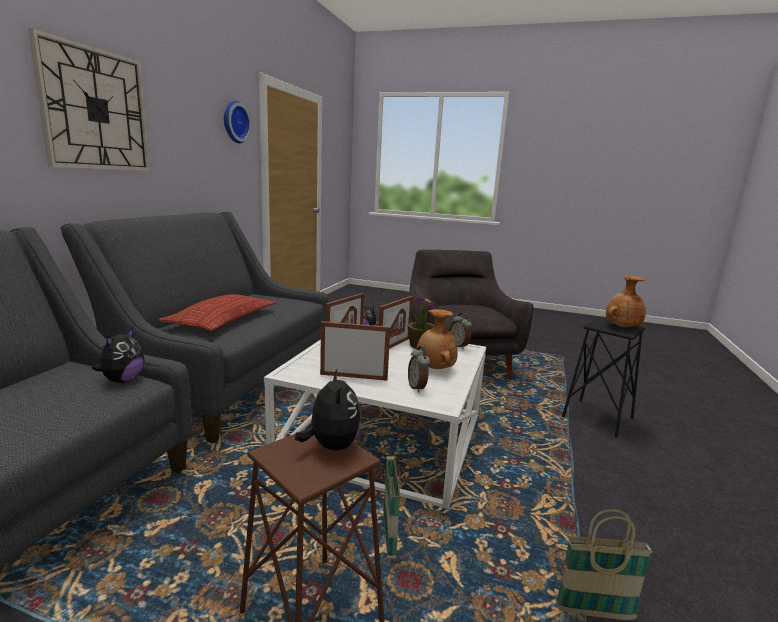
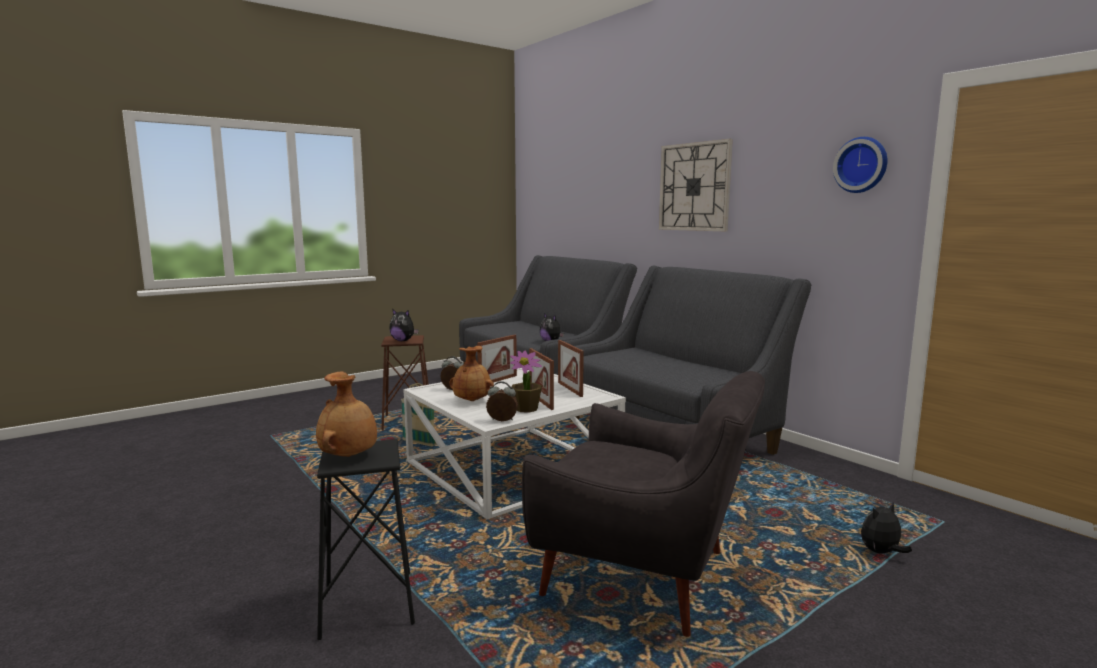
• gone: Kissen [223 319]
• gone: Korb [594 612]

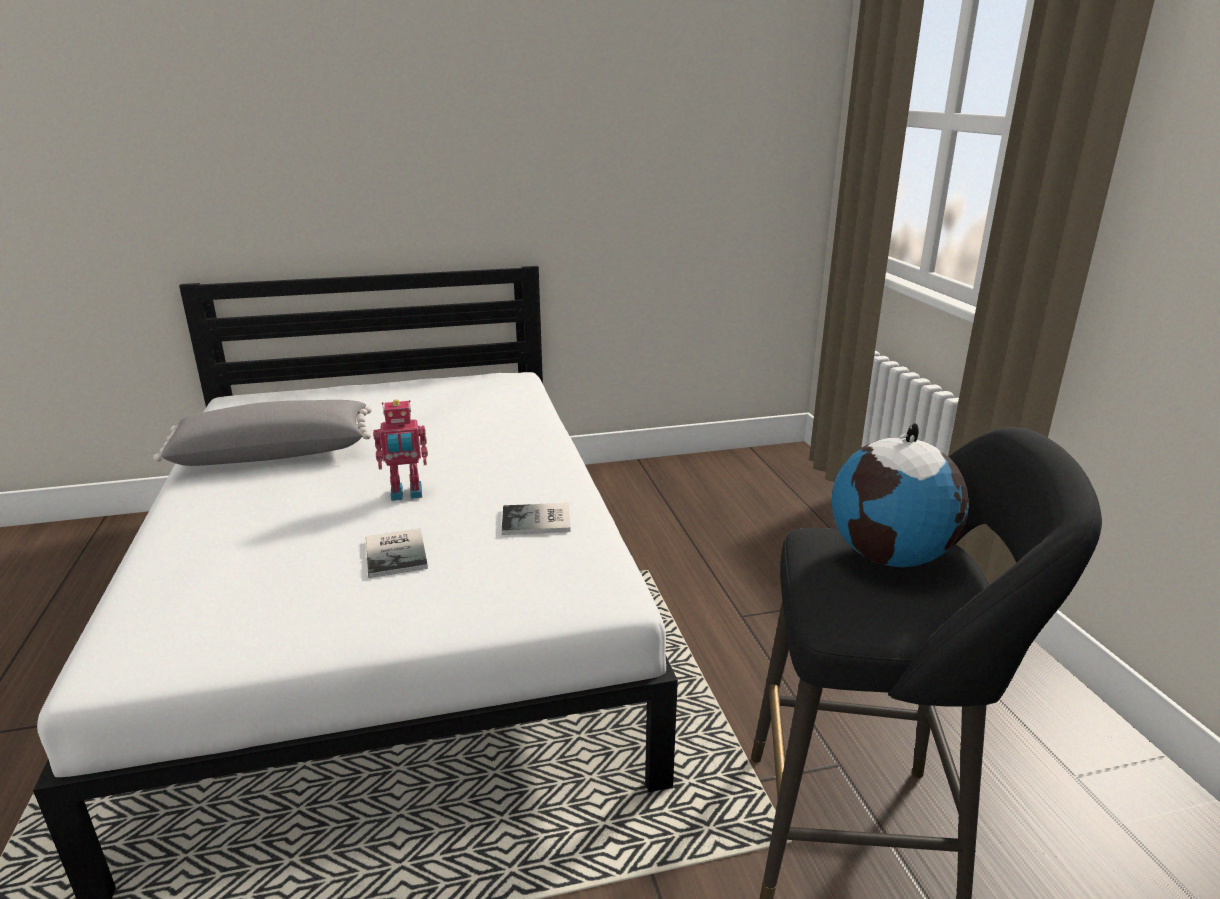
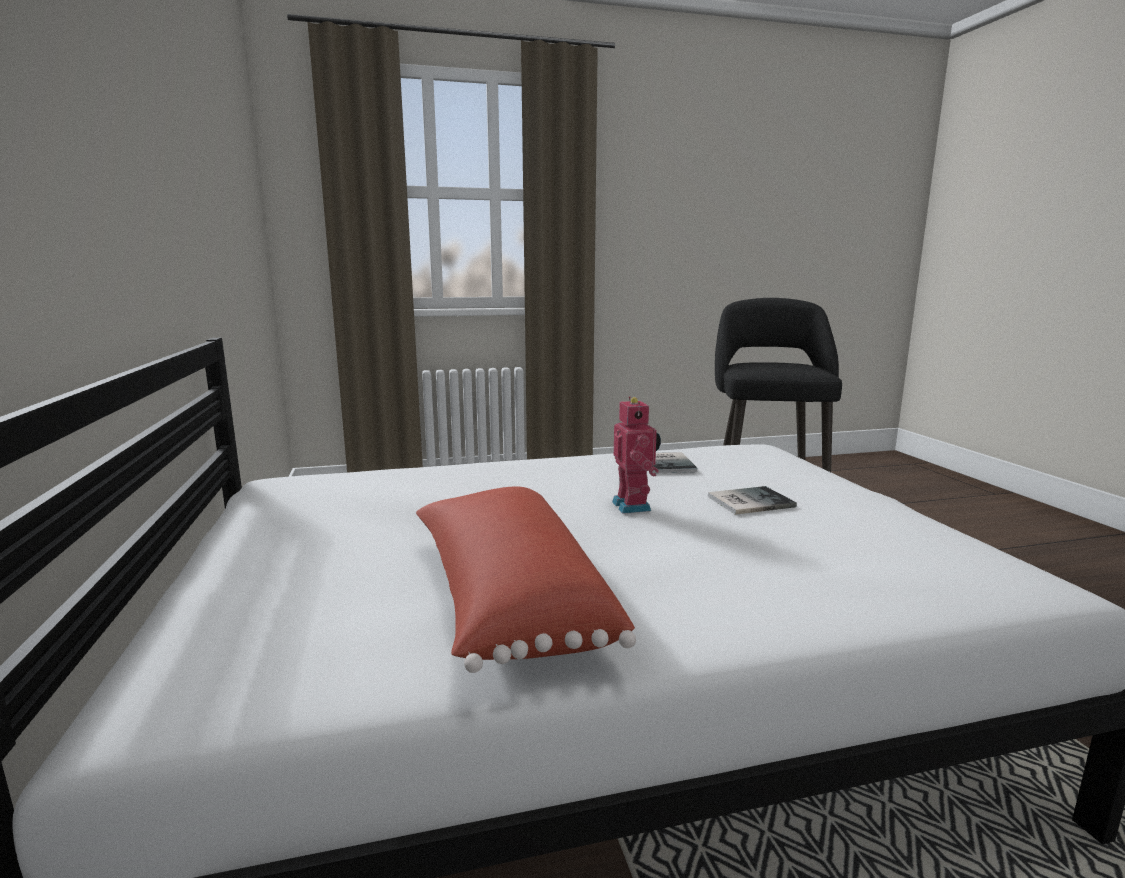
• repainted: Kissen/grau [274 453] to Kissen/rot [506 601]
• gone: Globus [890 557]

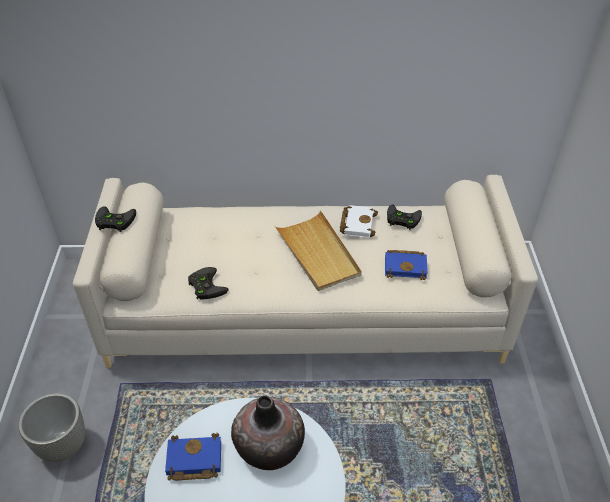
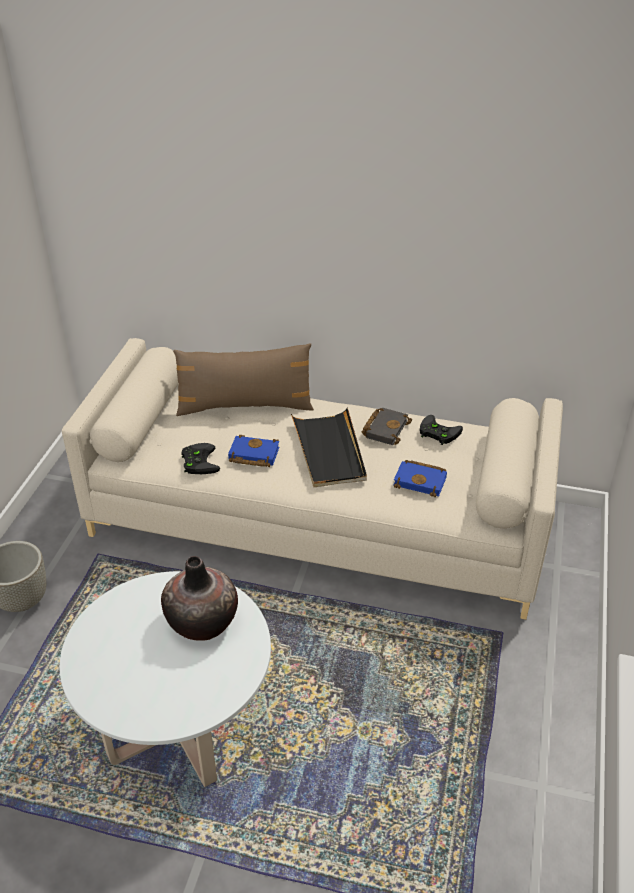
• gone: Gamepad/schwarz [113 221]
• shifted: Buch/blau [192 461] to [252 455]
• repainted: Tablett/beige [318 253] to Tablett/schwarz [329 451]
• repainted: Buch/weiß [357 223] to Buch/schwarz [385 428]
• new: Kissen/braun [245 406]

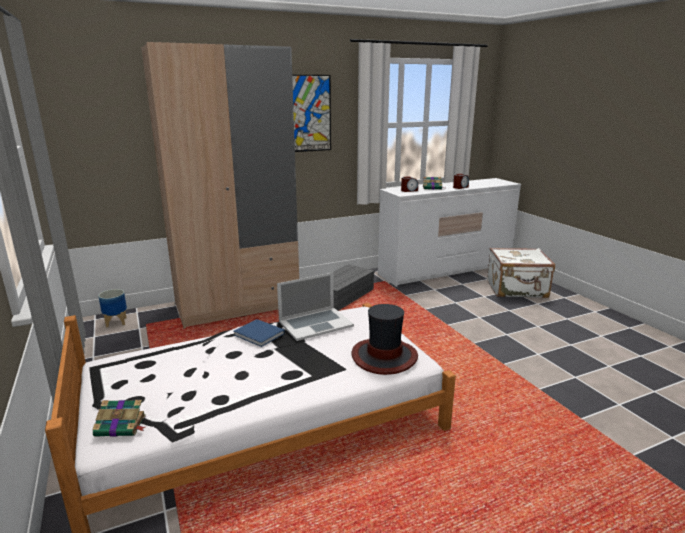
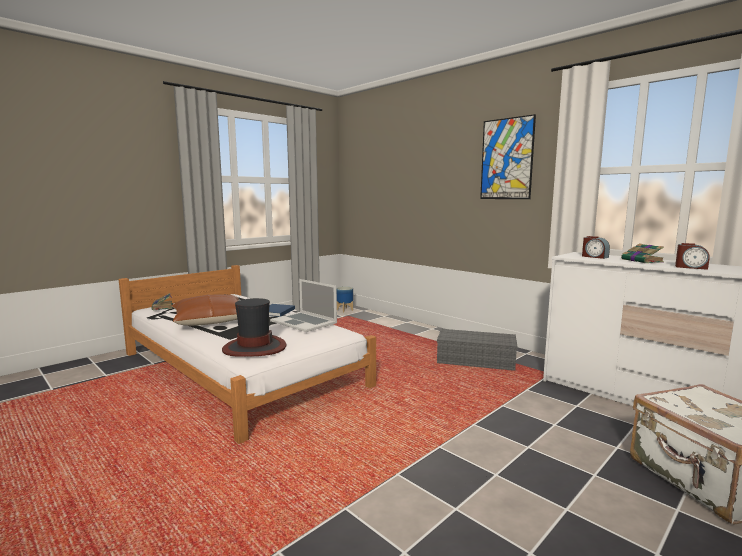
• gone: Kleiderschrank/beige [237 305]
• new: Kissen/braun [209 320]

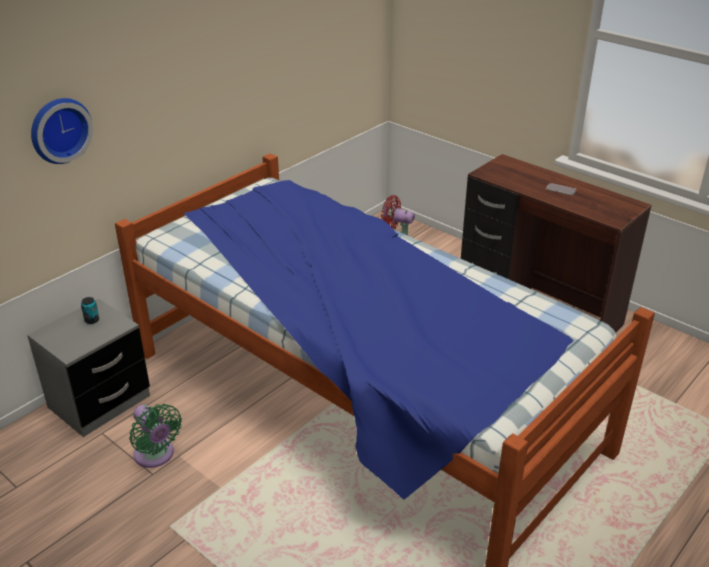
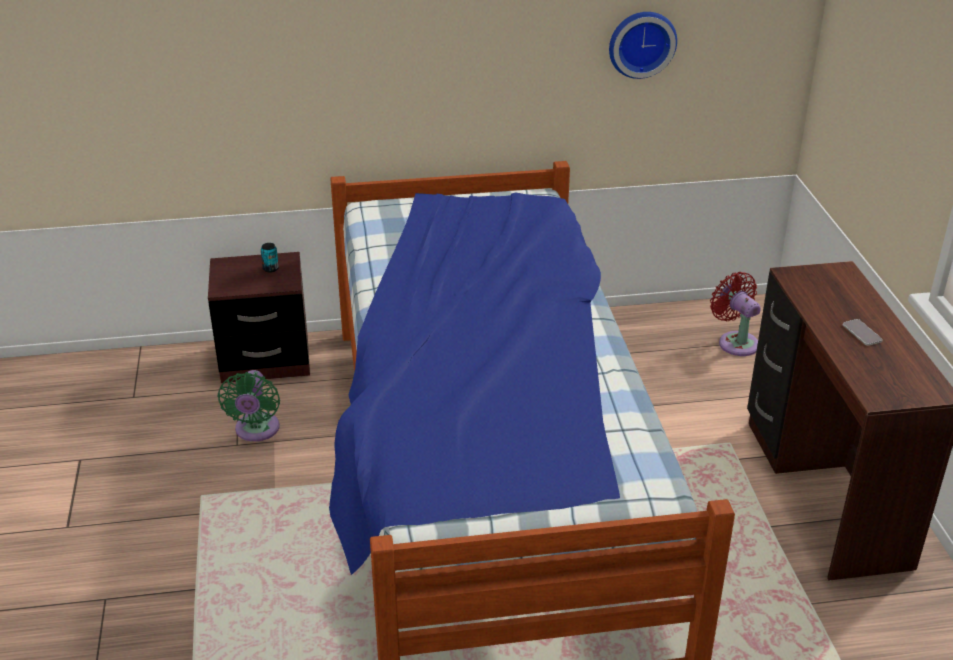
• repainted: Nachttisch/grau [99 402] to Nachttisch/braun [265 360]
• shifted: Wanduhr [59 129] to [641 43]

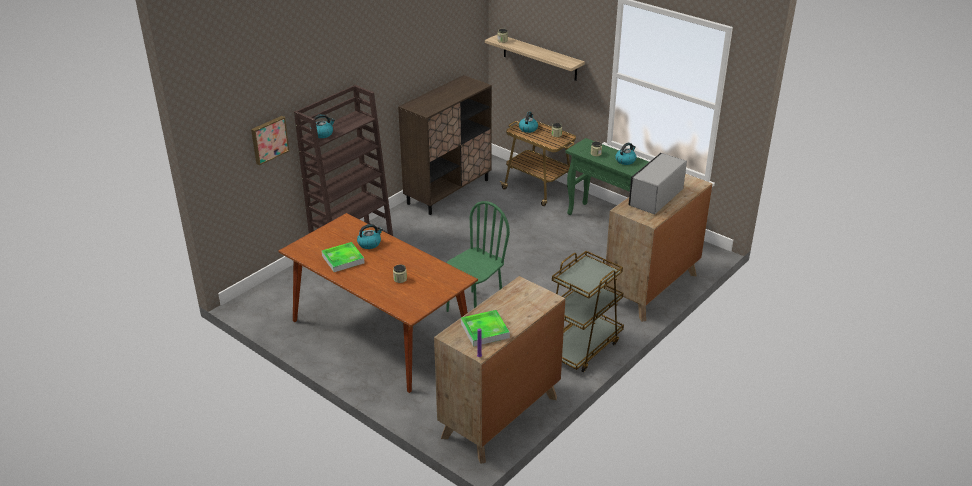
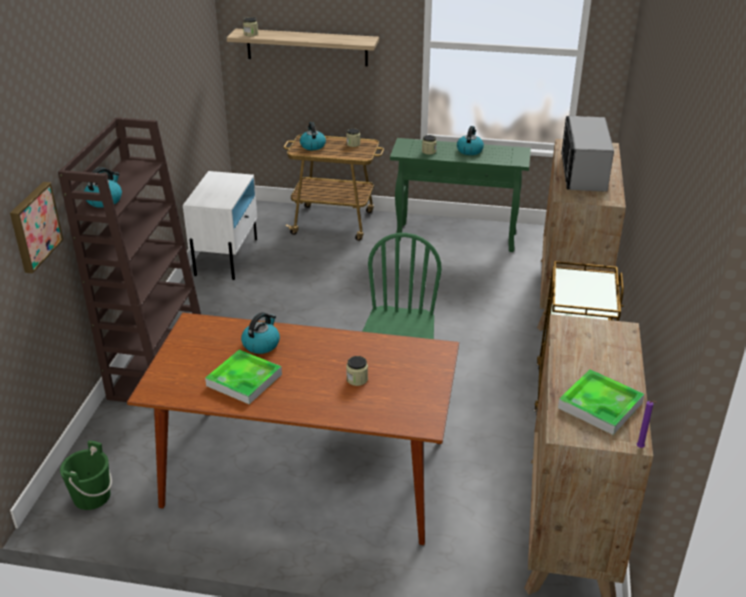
• swapped: Schrank/braun [448 191] to Nachttisch/weiß [227 256]
• new: Eimer/grün [91 496]

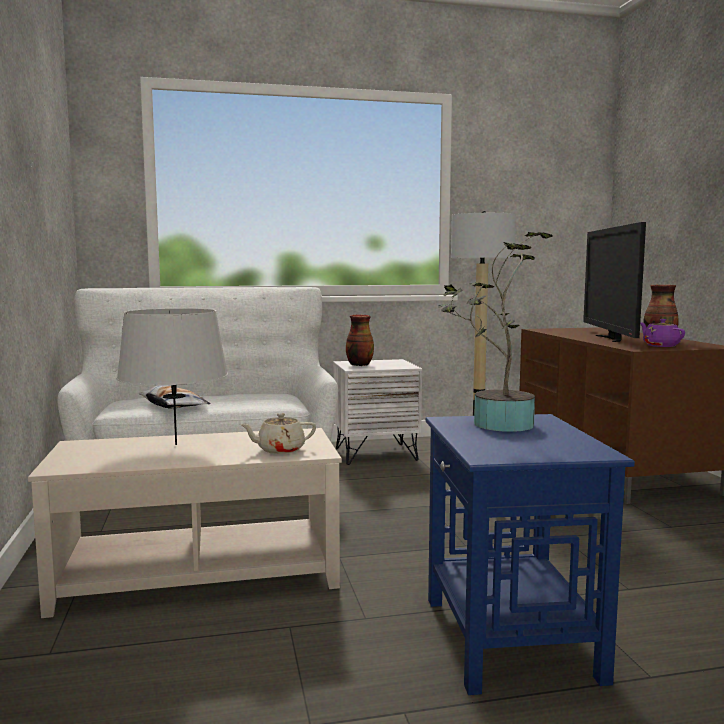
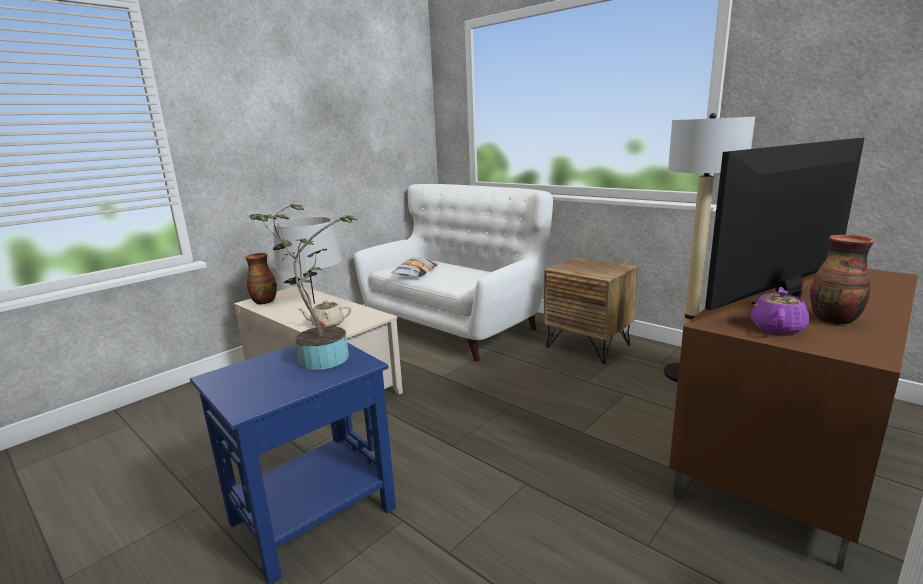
• rotated: Teekanne/beige [280 450] = [327 325] 45 degrees counterclockwise
• repainted: Nachttisch/weiß [375 454] to Nachttisch/braun [588 346]
• shifted: Vase [359 365] to [264 301]

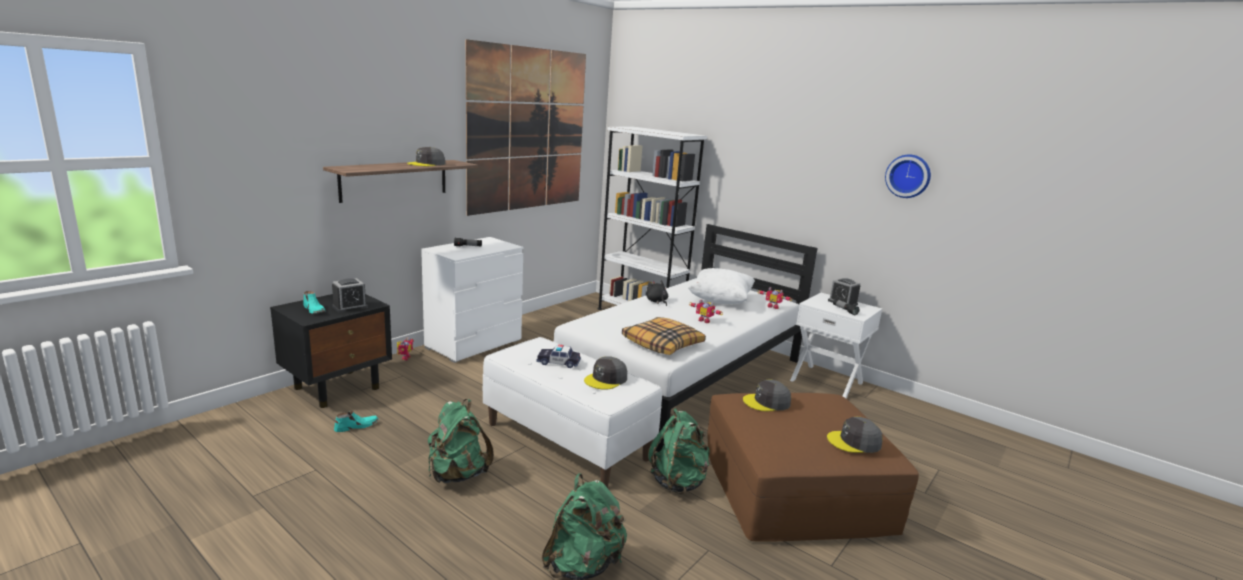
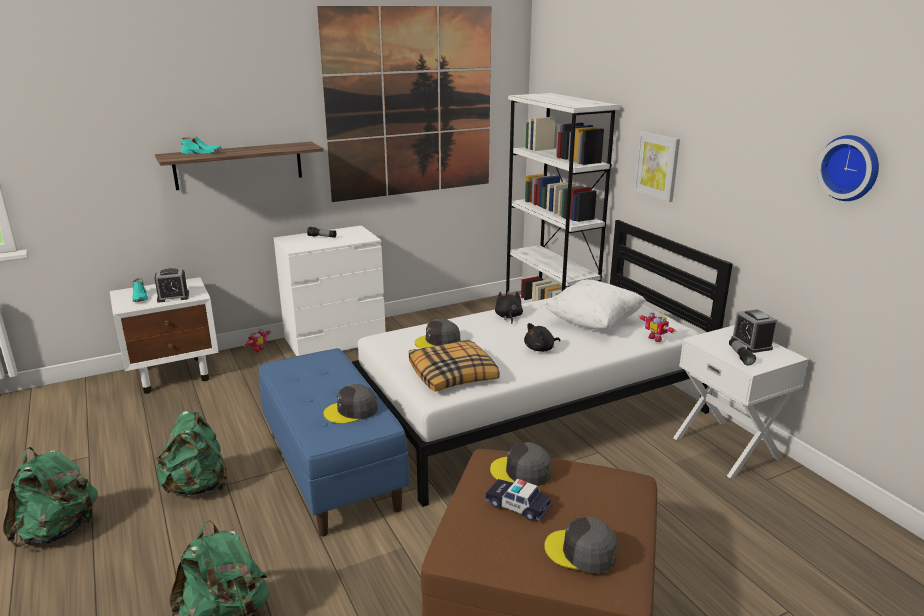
• repainted: Nachttisch/schwarz [338 387] to Nachttisch/weiß [175 374]
• shifted: Schuh/türkis [356 426] to [202 153]
• shifted: Kappe/grau [426 164] to [438 341]
• repainted: Bank/weiß [568 441] to Bank/blau [333 470]
• shifted: Spielzeugauto [558 362] to [517 505]
• shifted: Rucksack/grün [678 482] to [58 531]
• swapped: Spielzeugroboter [705 320] to Plüschtier/schwarz [540 349]
• new: Bild [657 165]

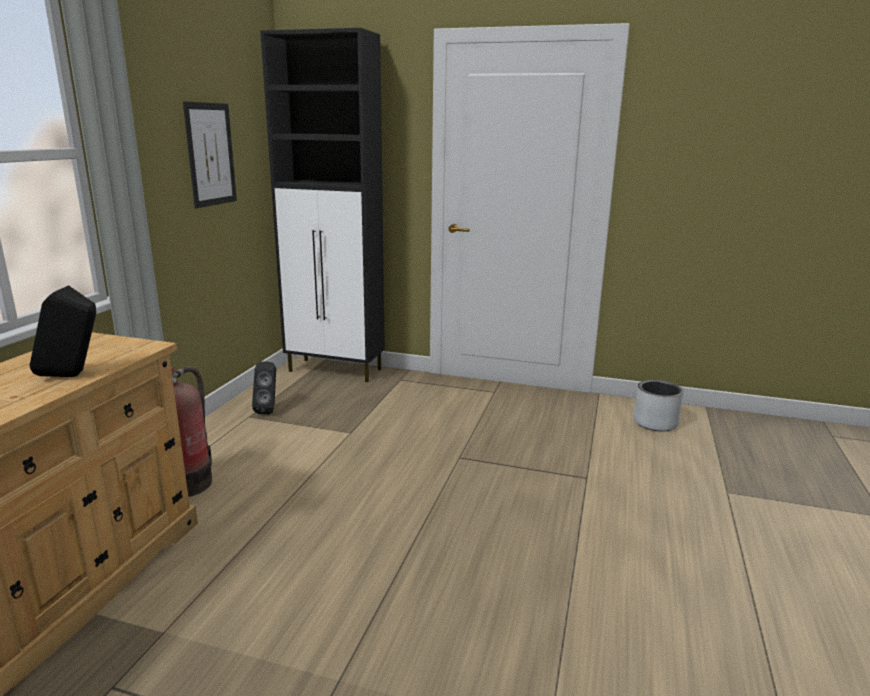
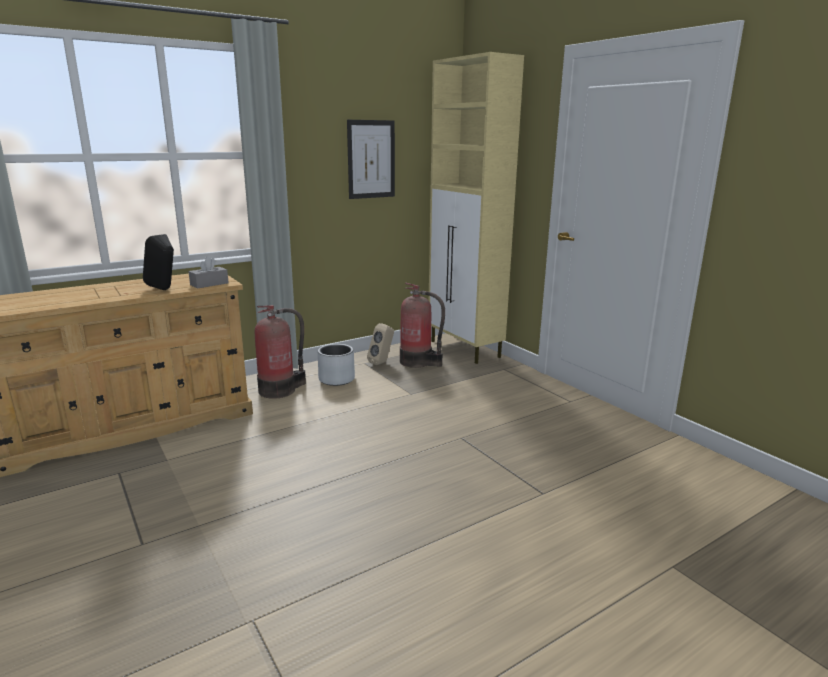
• repainted: Lautsprecher/schwarz [269 410] to Lautsprecher/beige [382 362]
• repainted: Schrank/schwarz [336 370] to Schrank/beige [465 349]
• shifted: Pflanzkübel/grau [655 423] to [336 379]
• new: Taschentuchbox/grau [209 284]
• new: Feuerlöscher [418 362]

